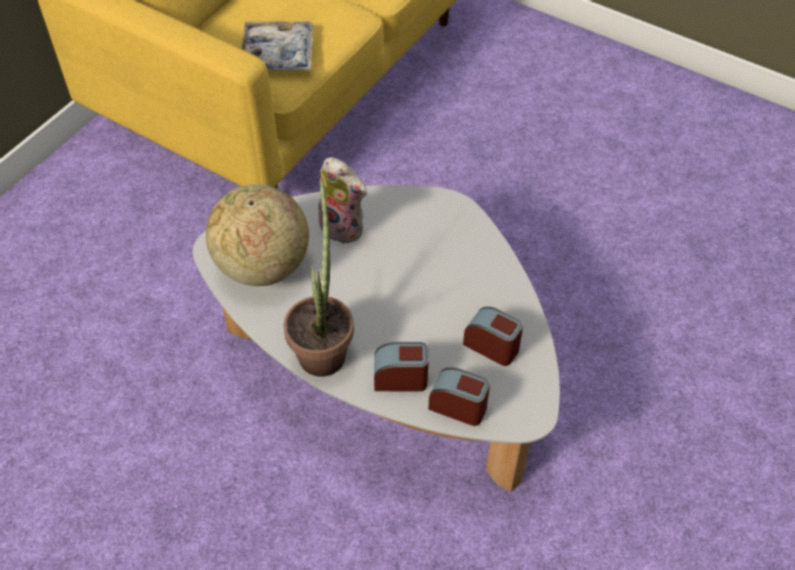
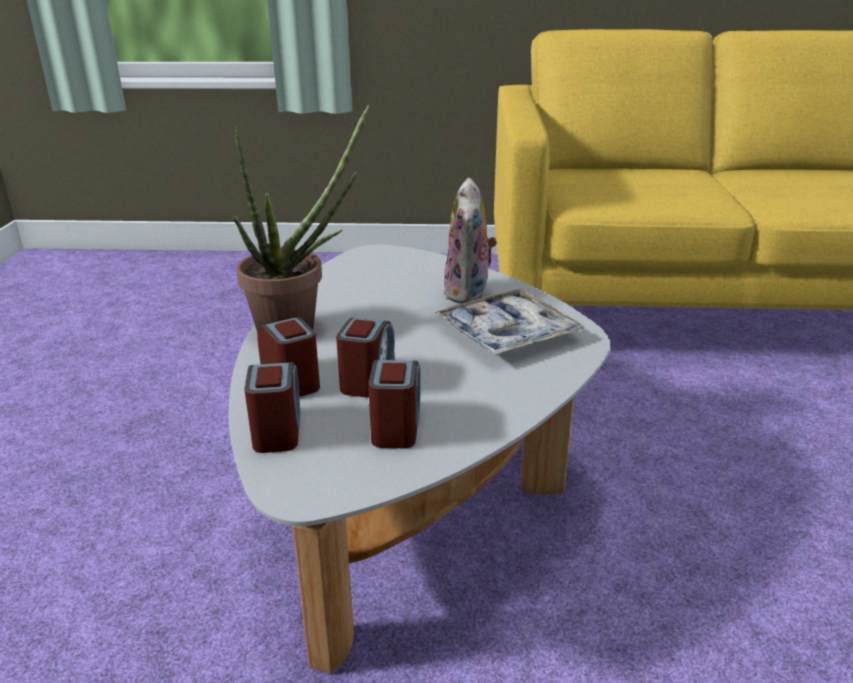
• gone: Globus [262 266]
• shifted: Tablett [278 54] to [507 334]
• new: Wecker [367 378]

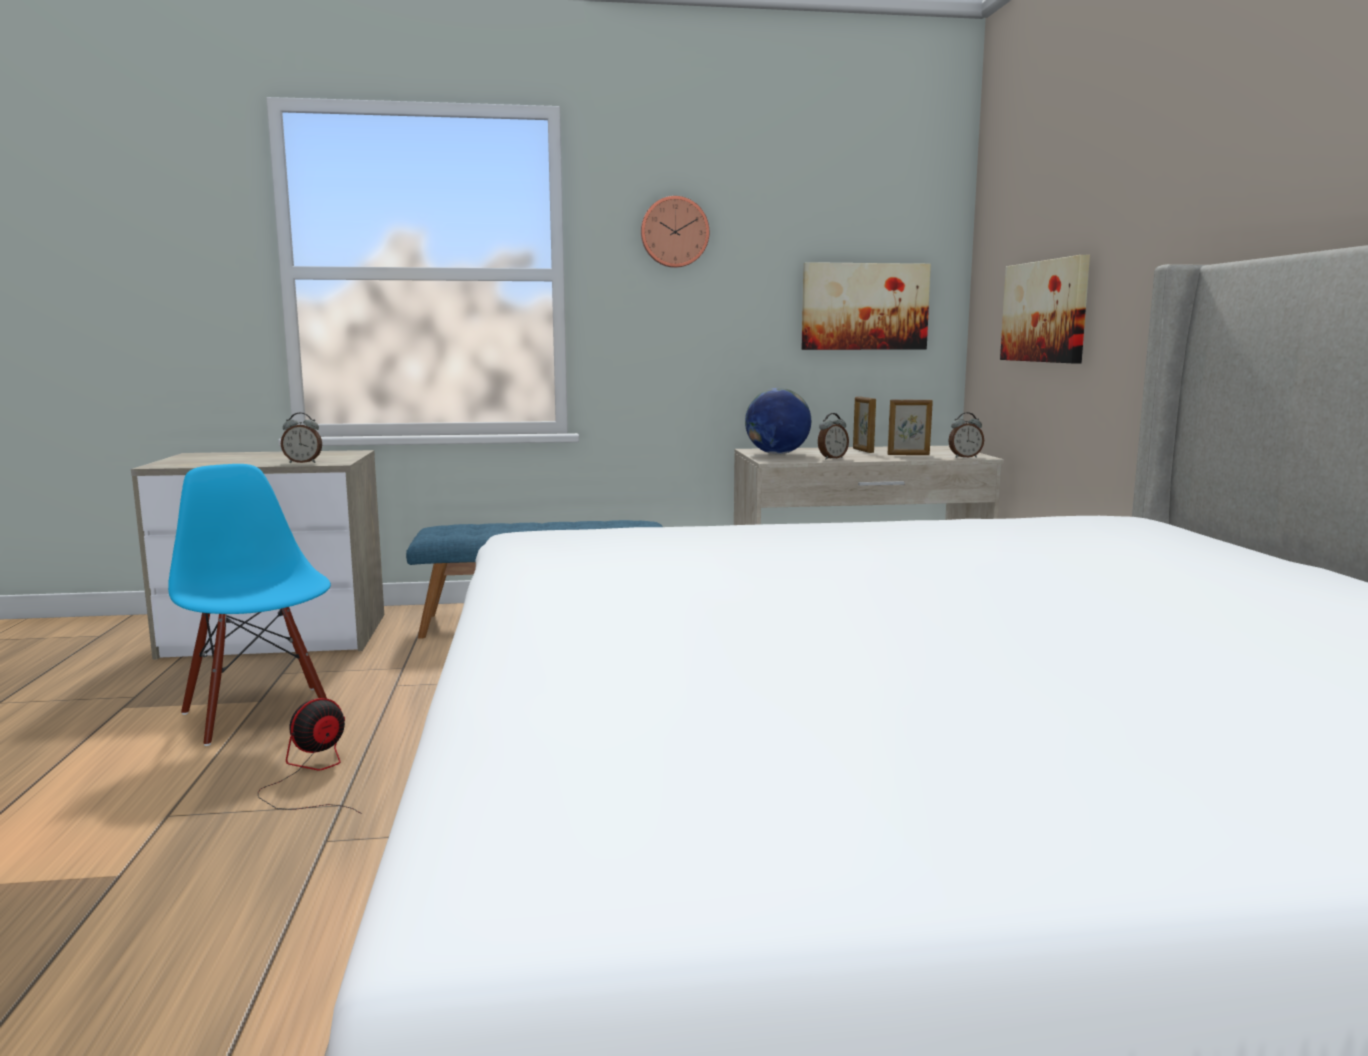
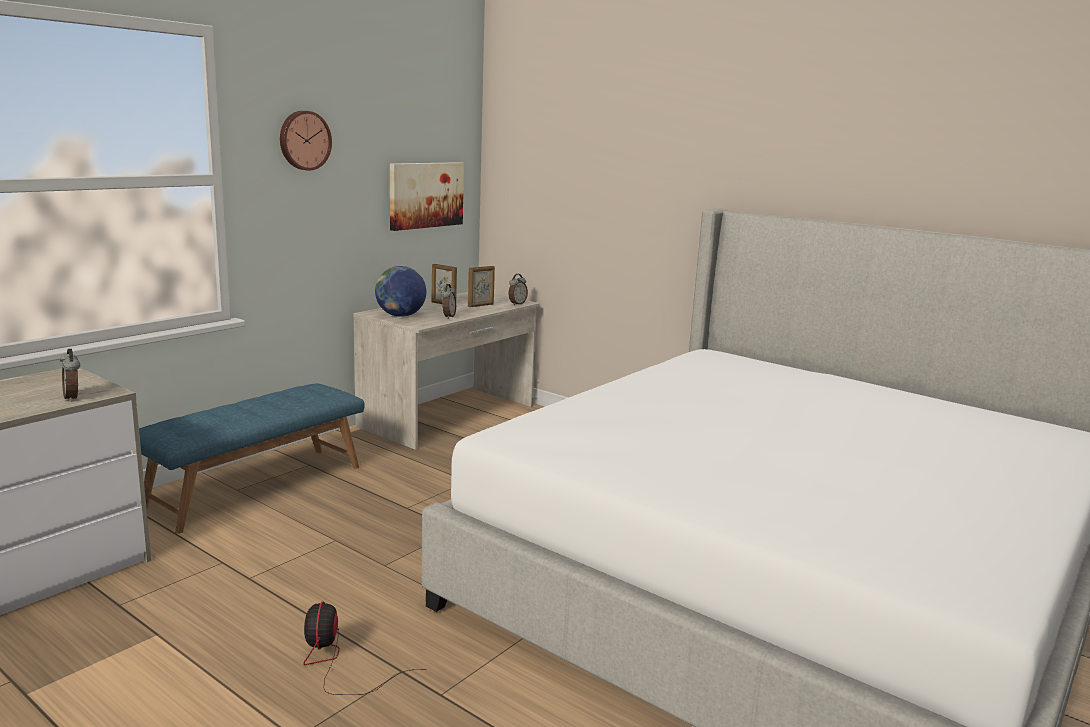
• gone: Stuhl/blau [260 715]
• rotated: Wecker [303 462] = [73 397] 105 degrees clockwise
• gone: Bild [1045 311]

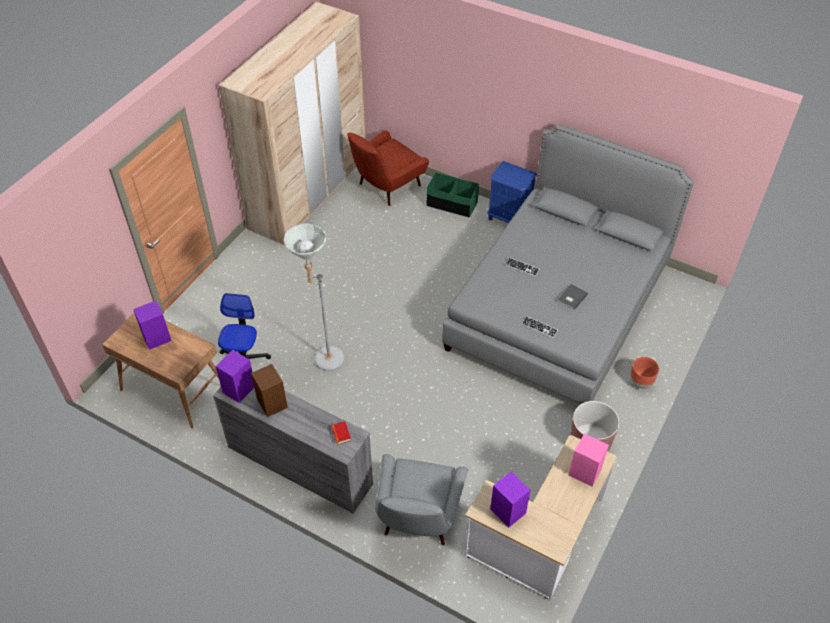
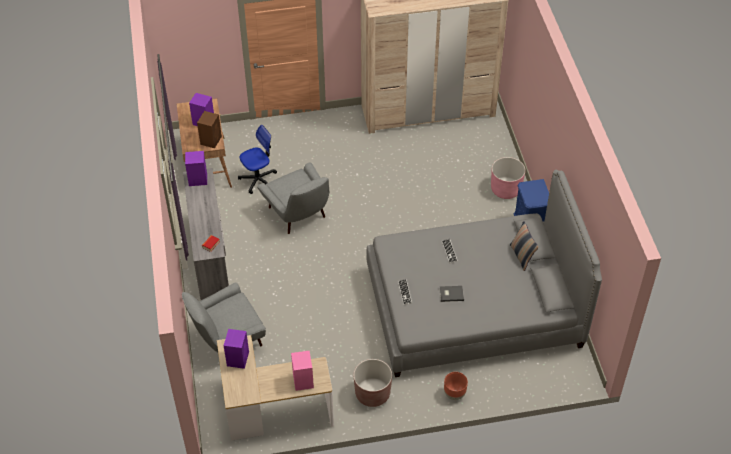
• shifted: Lautsprecher/braun [271 402] to [211 140]
• swapped: Stehlampe/grau [322 358] to Sessel/grau [298 215]
• gone: Sessel/rot [386 186]
• swapped: Aufbewahrungsbox/grün [452 204] to Pflanzkübel/rosa [505 189]
• new: Kissen [522 256]

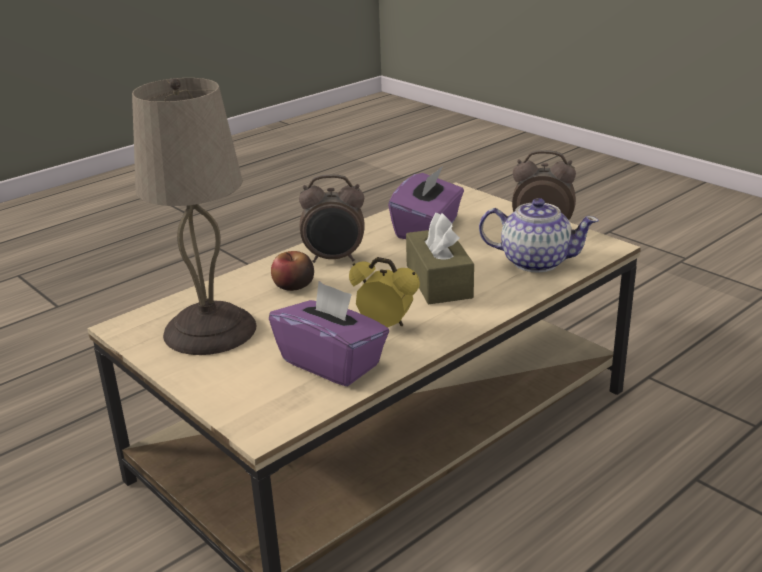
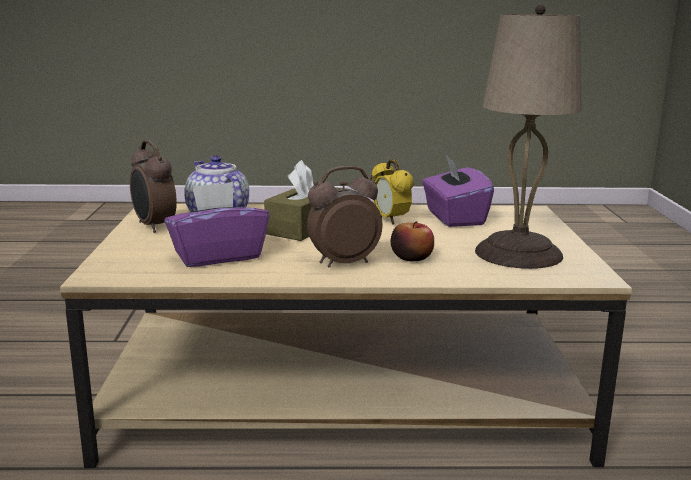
• rotated: Wecker [334 259] = [343 263] 60 degrees counterclockwise

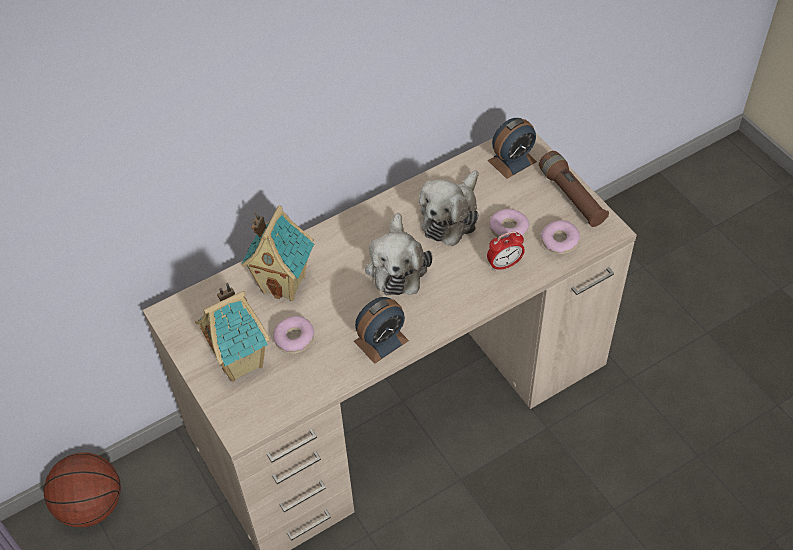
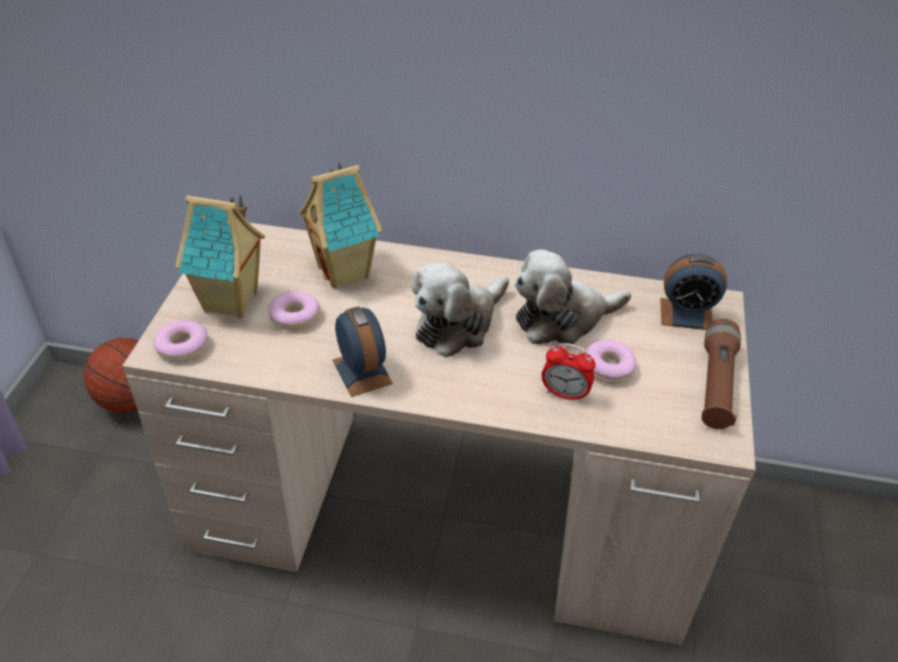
• rotated: Wecker [381 341] = [362 372] 120 degrees counterclockwise
• shifted: Donut [559 241] to [182 347]

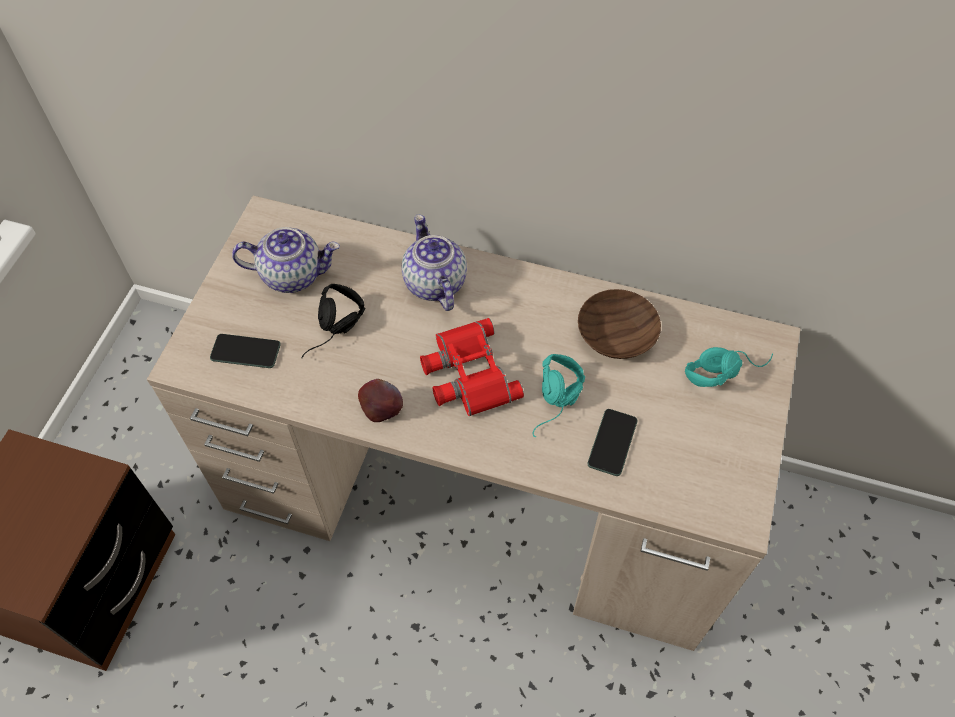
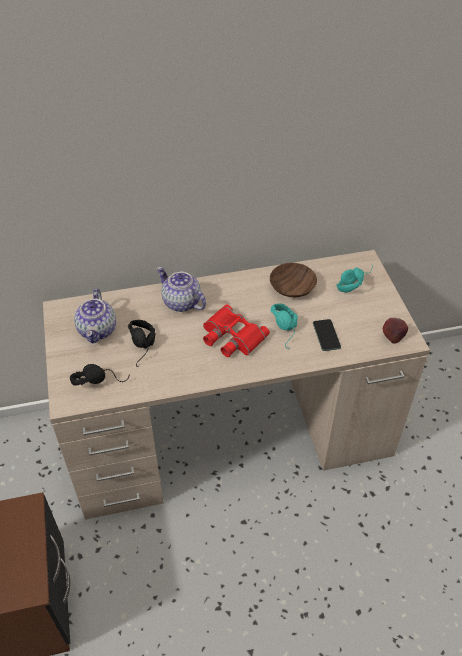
• swapped: Handy [245 351] to Kopfhörer/schwarz [100 379]
• rotated: Teekanne [293 274] = [98 330] 120 degrees clockwise
• shifted: Apfel [382 409] to [393 336]

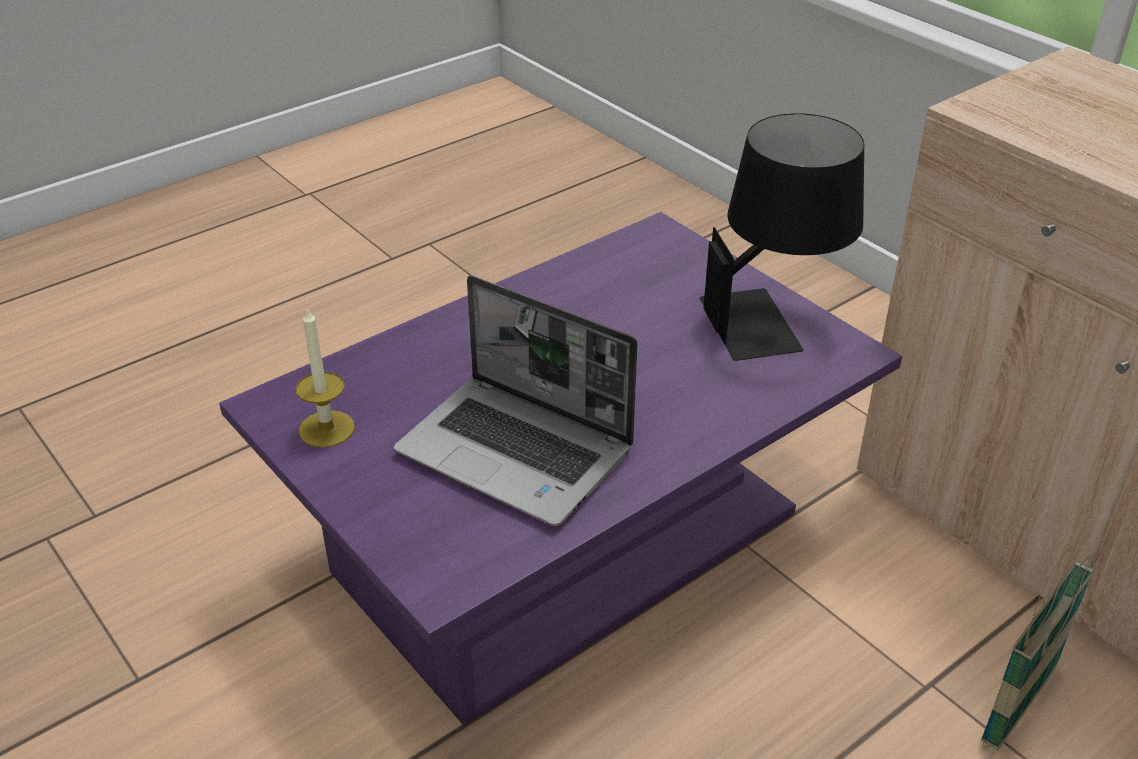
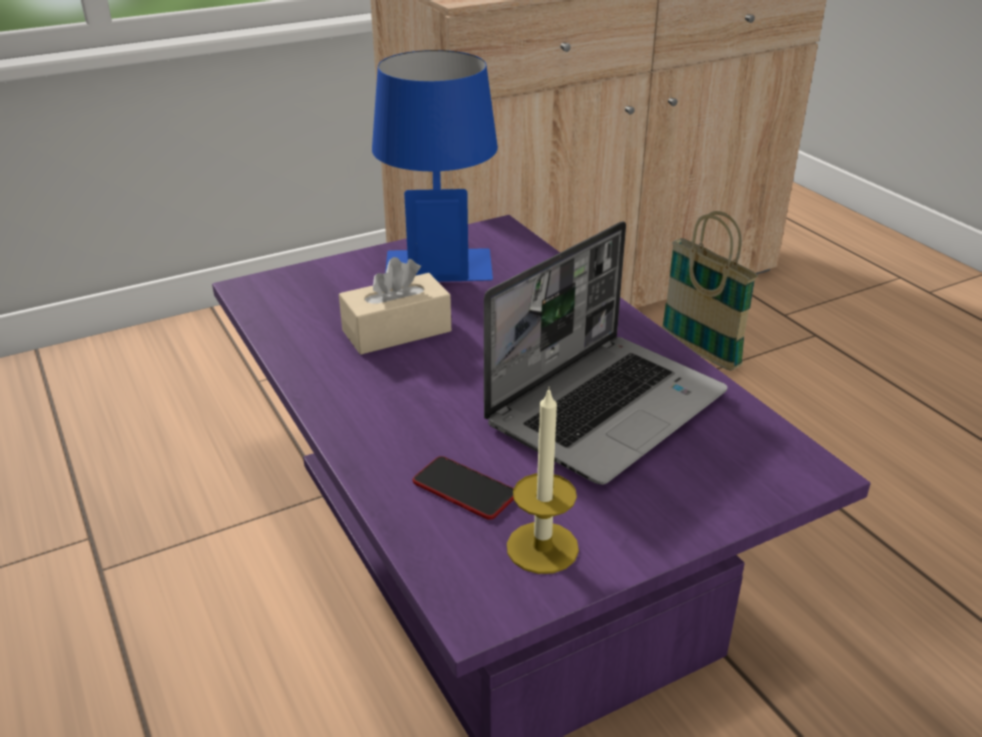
• repainted: Tischlampe/schwarz [773 319] to Tischlampe/blau [437 254]
• new: Taschentuchbox/beige [396 331]
• new: Handy [464 489]

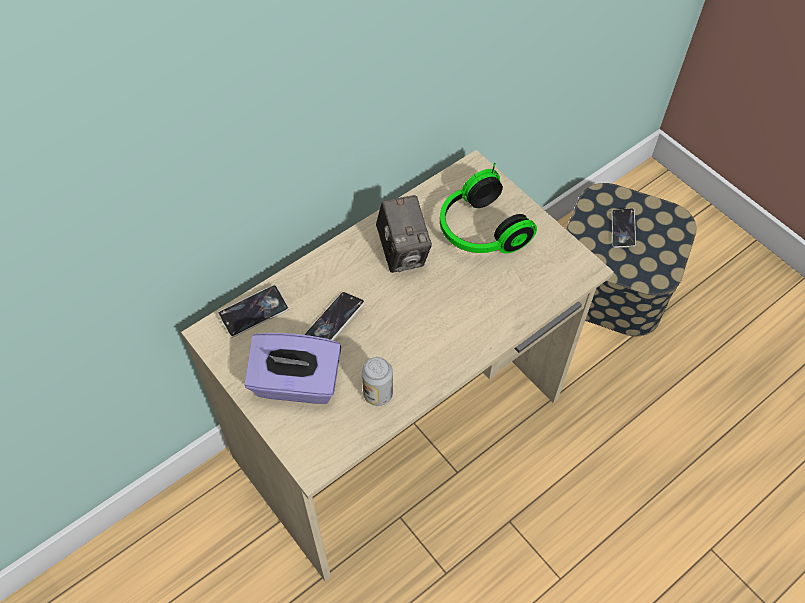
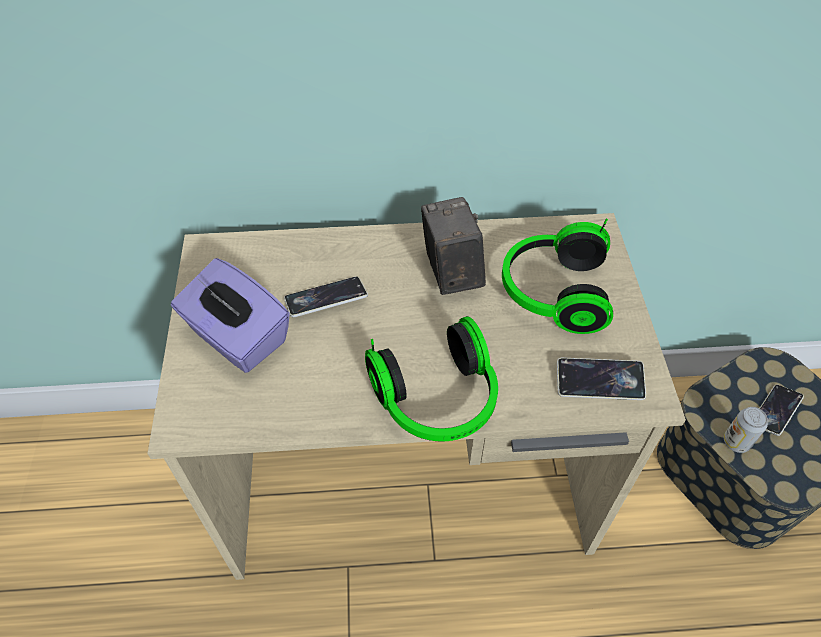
• shifted: Handy [254 313] to [599 382]
• shifted: Dose [378 394] to [736 442]
• rotated: Kamera [403 252] = [451 271] 150 degrees clockwise
• new: Kopfhörer [438 400]

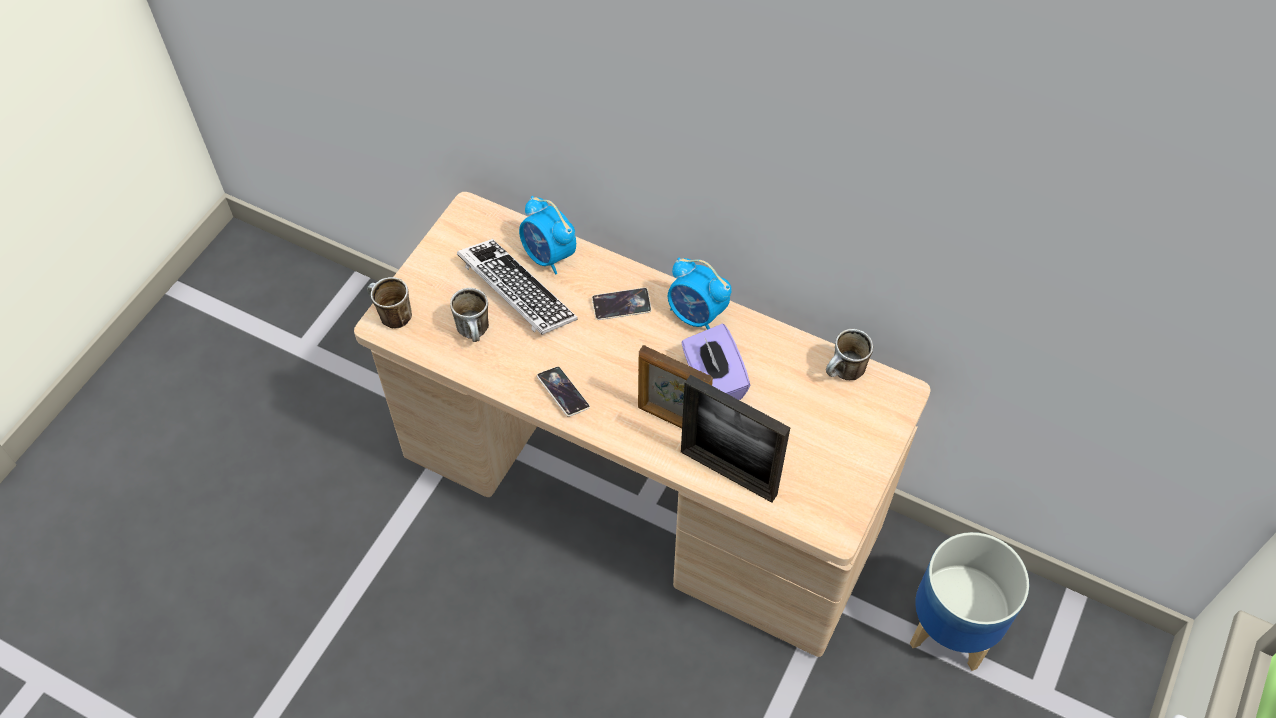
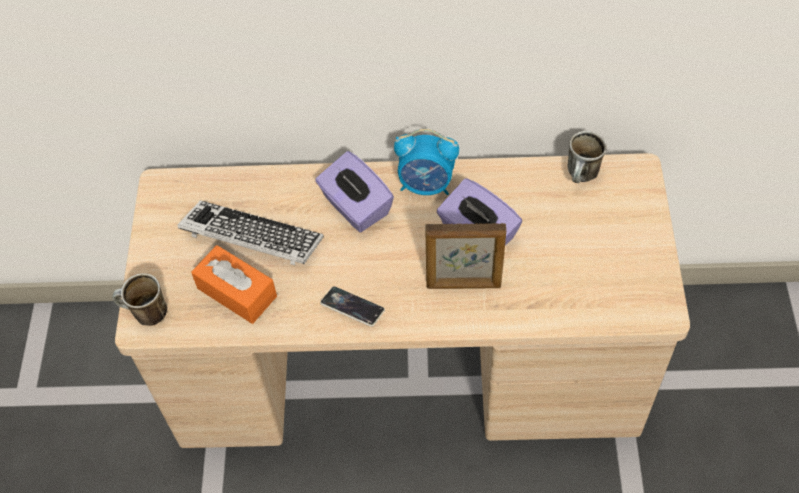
• swapped: Henkelbecher [476 333] to Taschentuchbox/orange [237 292]
• gone: Wecker [549 256]
• swapped: Handy [621 306] to Taschentuchbox/lila [355 207]
• gone: Bilderrahmen [728 473]
• gone: Pflanzkübel [951 627]

